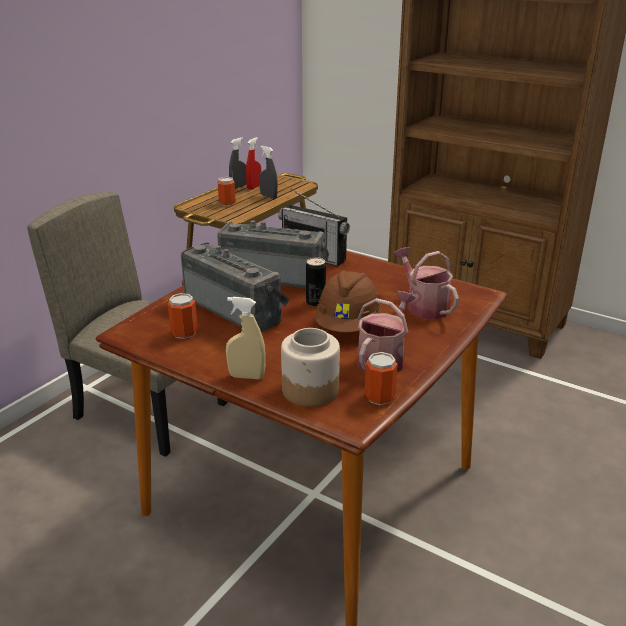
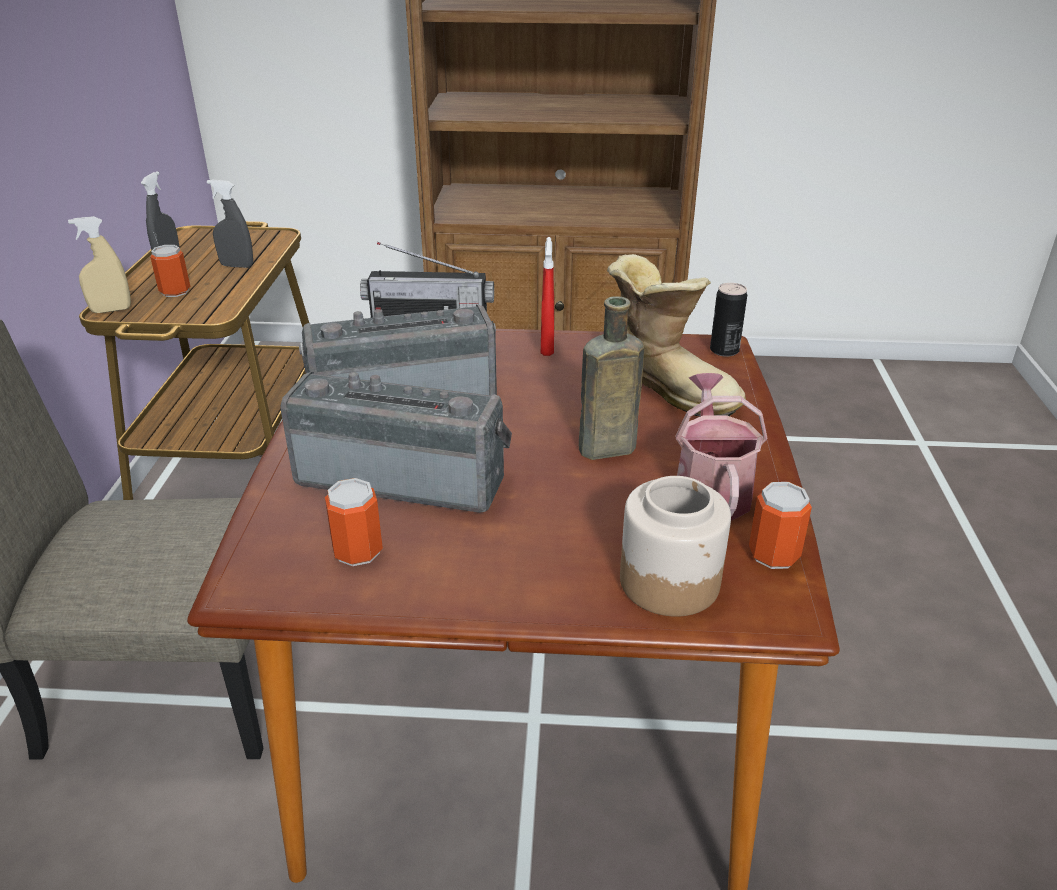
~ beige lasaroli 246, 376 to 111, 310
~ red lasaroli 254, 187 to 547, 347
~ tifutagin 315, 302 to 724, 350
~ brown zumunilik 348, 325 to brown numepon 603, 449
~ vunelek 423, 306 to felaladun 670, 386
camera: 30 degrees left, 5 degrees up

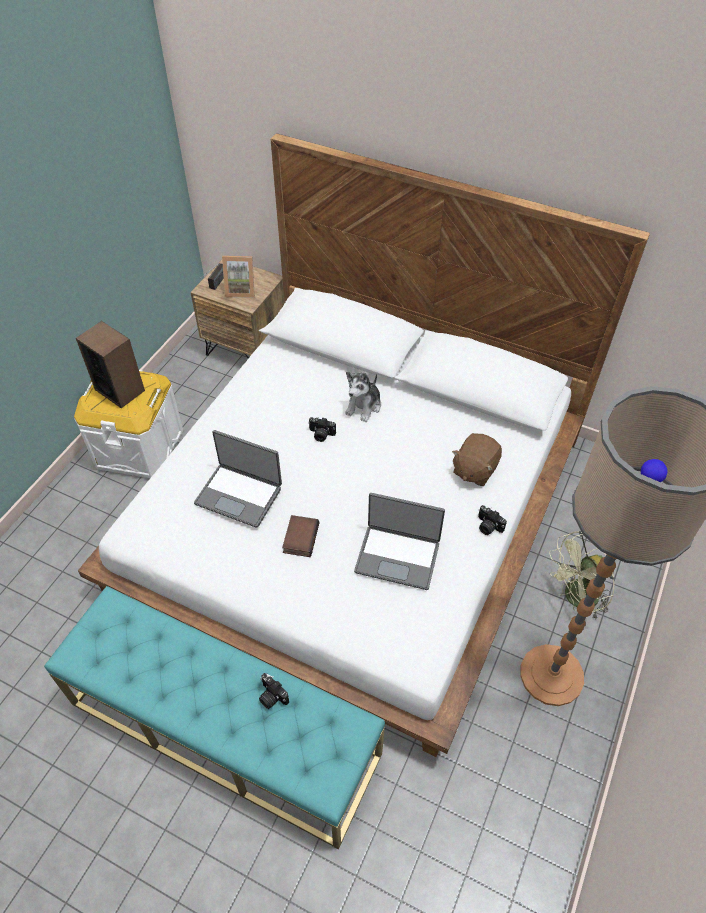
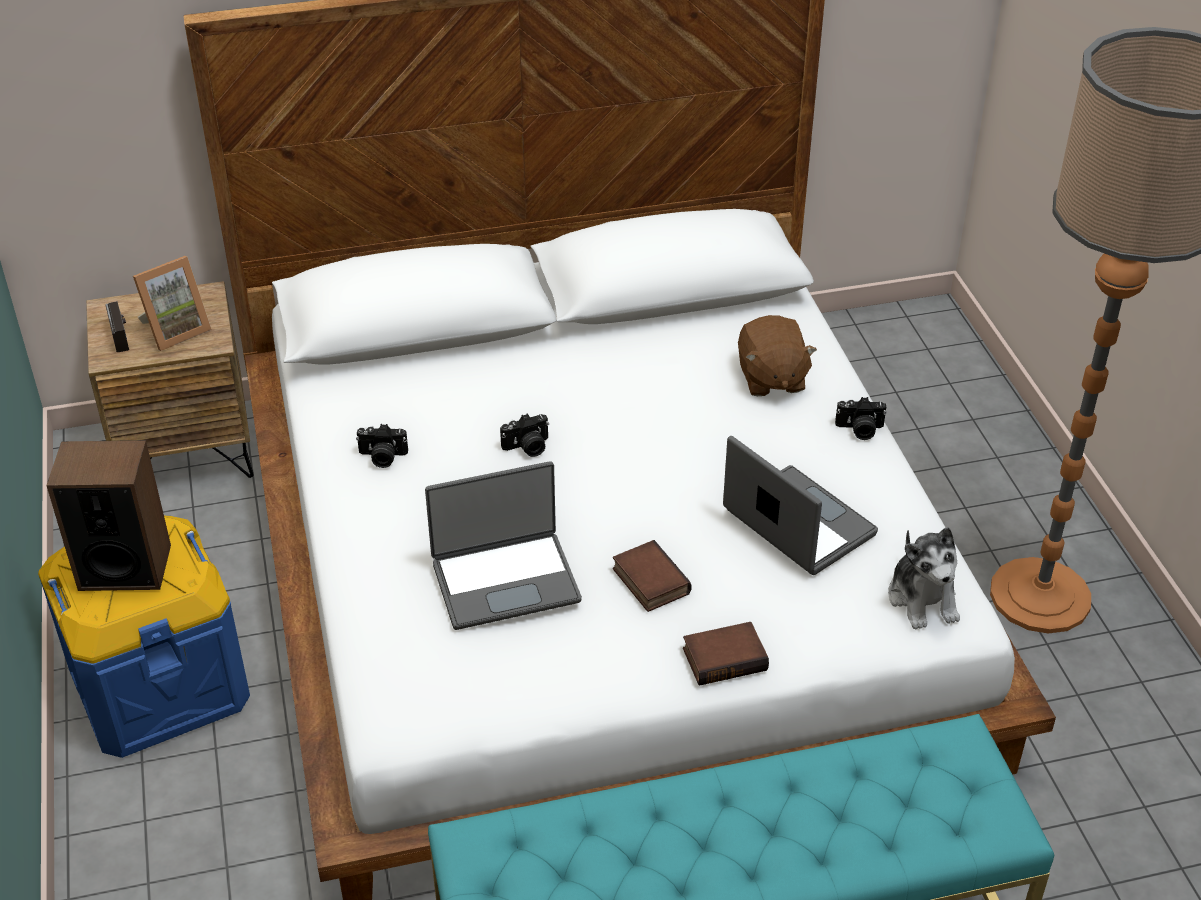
- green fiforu 575, 598
+ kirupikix 725, 657
~ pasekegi 271, 696 to 382, 457
~ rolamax 364, 406 to 923, 599
~ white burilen 139, 446 to blue burilen 159, 684
~ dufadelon 398, 556 = 796, 524 105 degrees counterclockwise
camera: 40 degrees left, 10 degrees down

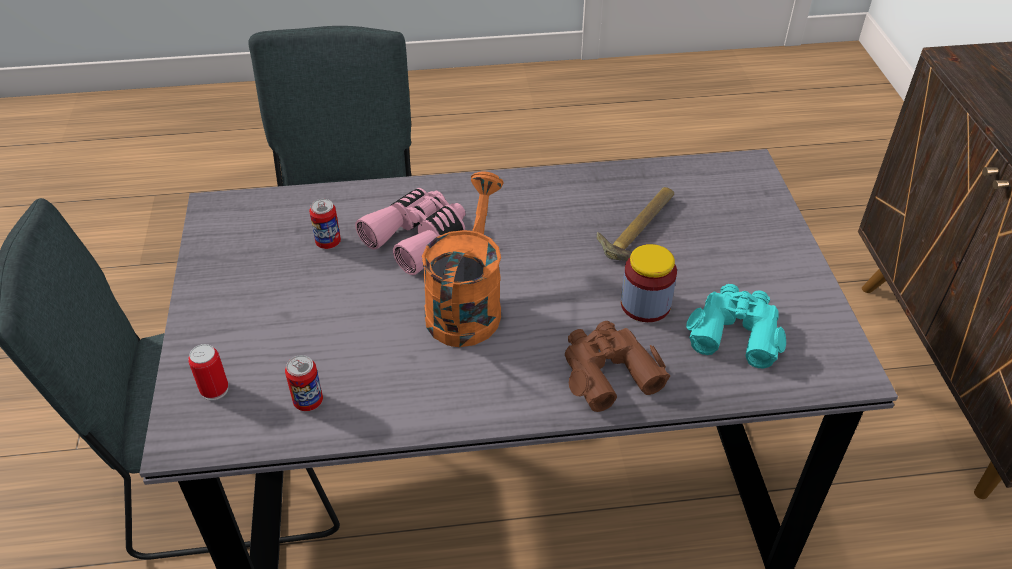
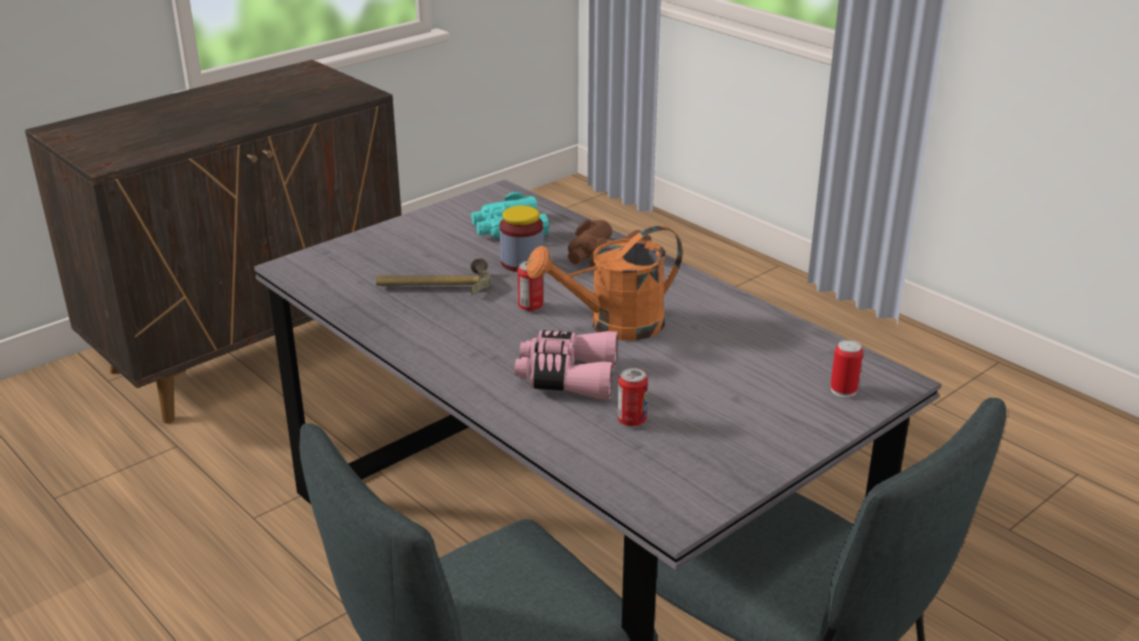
~ tifutagin 308, 401 to 530, 307
camera: 125 degrees left, 15 degrees down

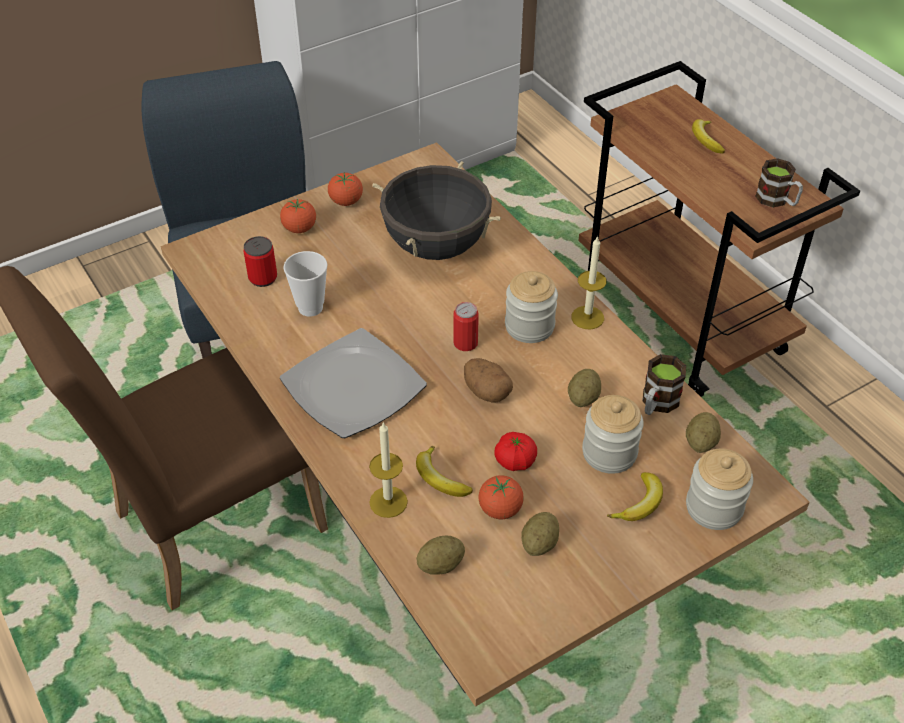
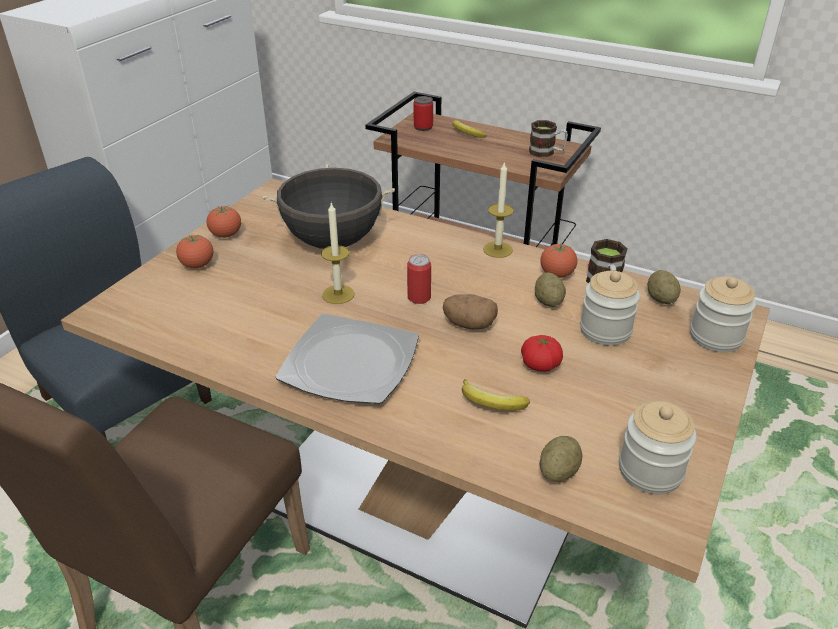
- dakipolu 310, 307
- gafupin 539, 544
- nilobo 640, 503
~ tifutagin 263, 278 to 423, 127
~ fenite 388, 502 to 338, 294
~ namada 500, 509 to 557, 274
~ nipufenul 529, 326 to 650, 471
camera: 30 degrees left, 10 degrees down

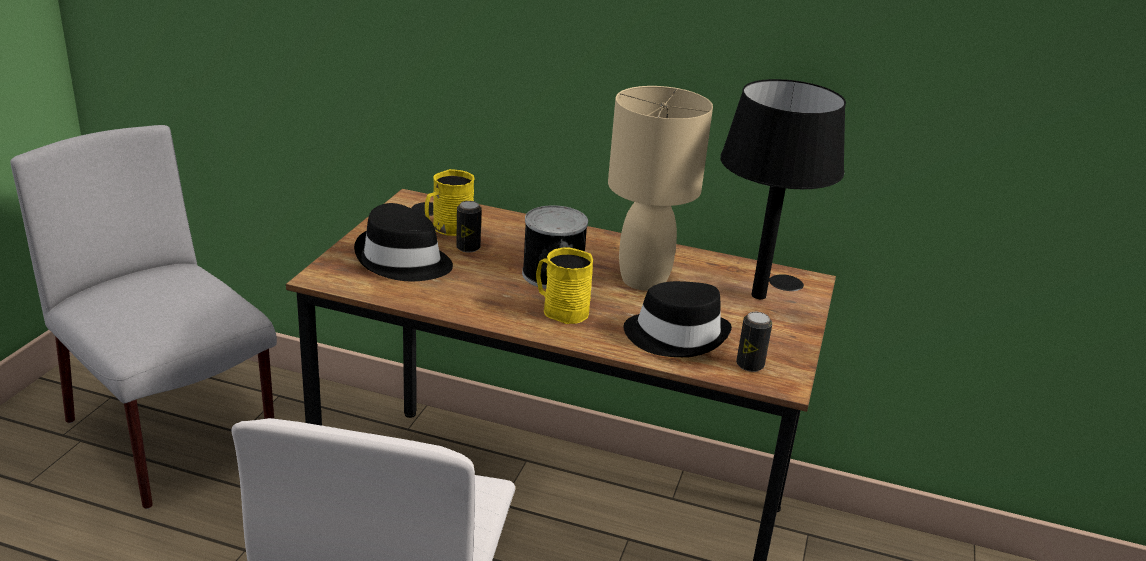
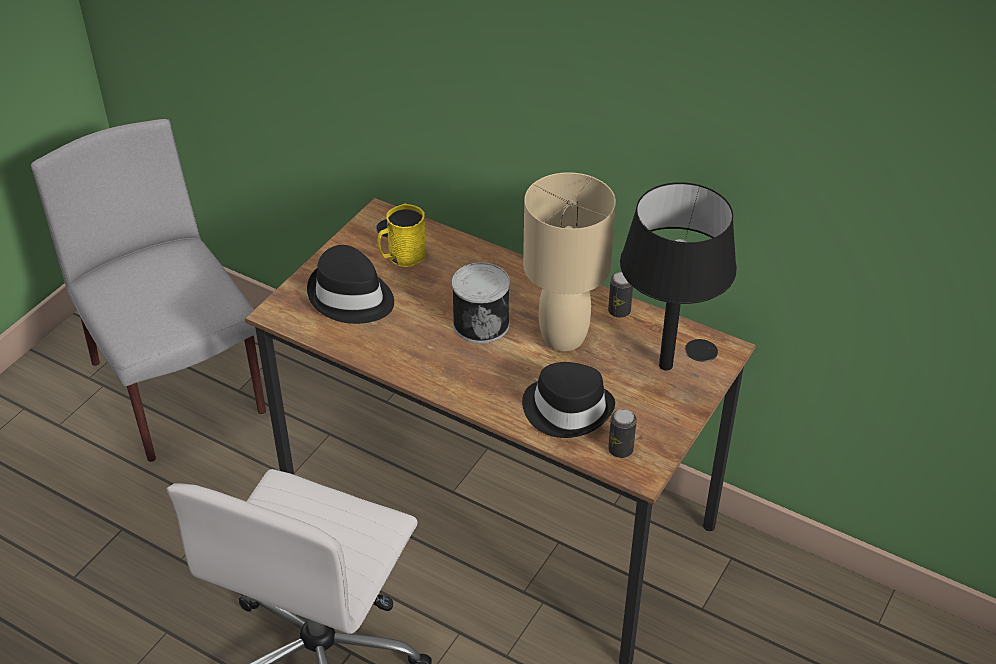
- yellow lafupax 560, 309
~ tifutagin 468, 248 to 619, 311
camera: 15 degrees right, 15 degrees up

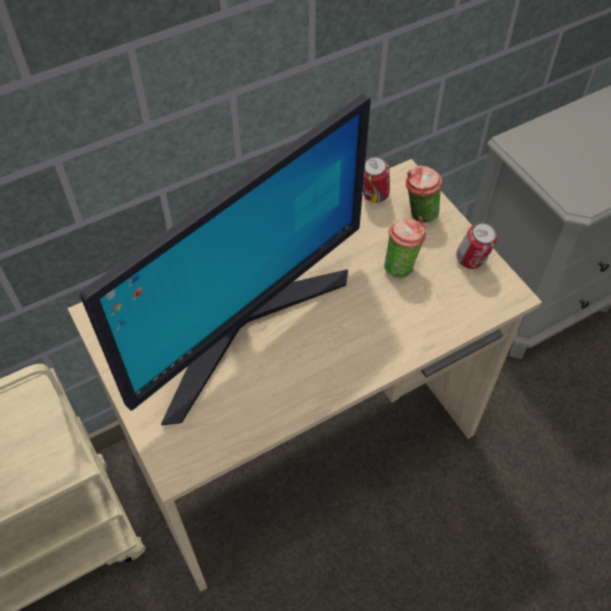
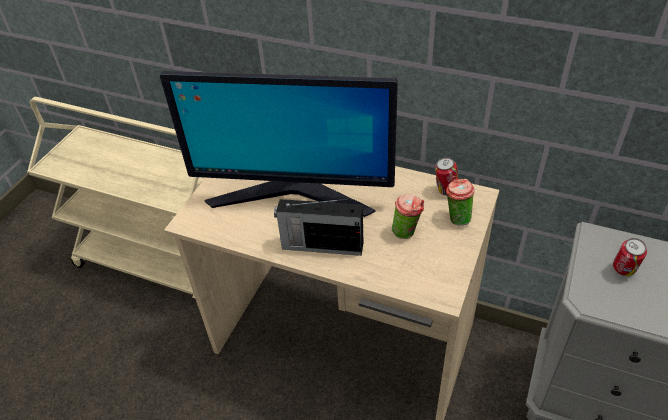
+ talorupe 321, 245
~ tifutagin 471, 262 to 623, 271
camera: 55 degrees right, 10 degrees down

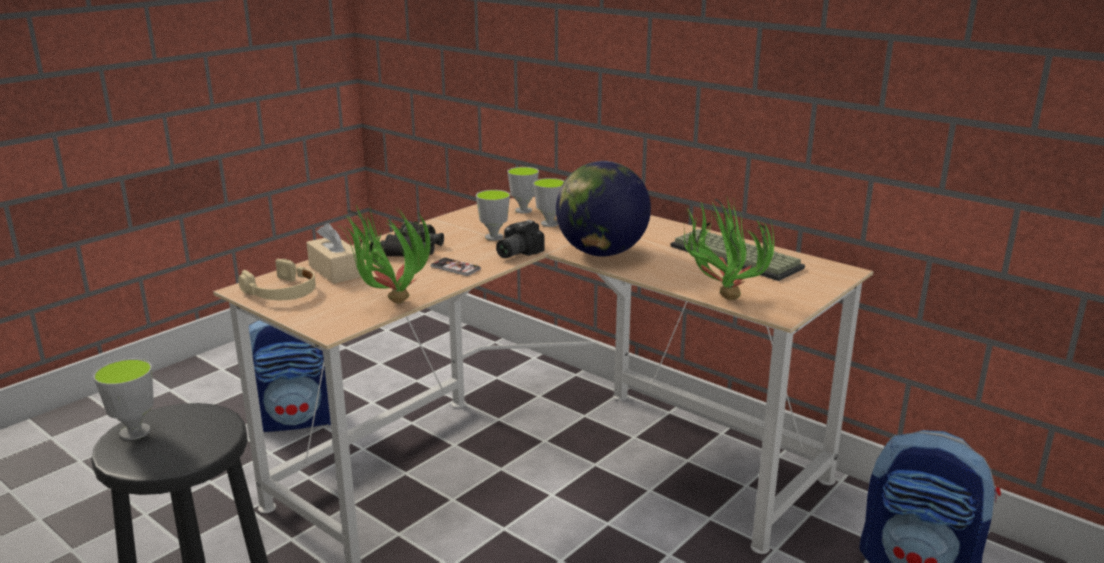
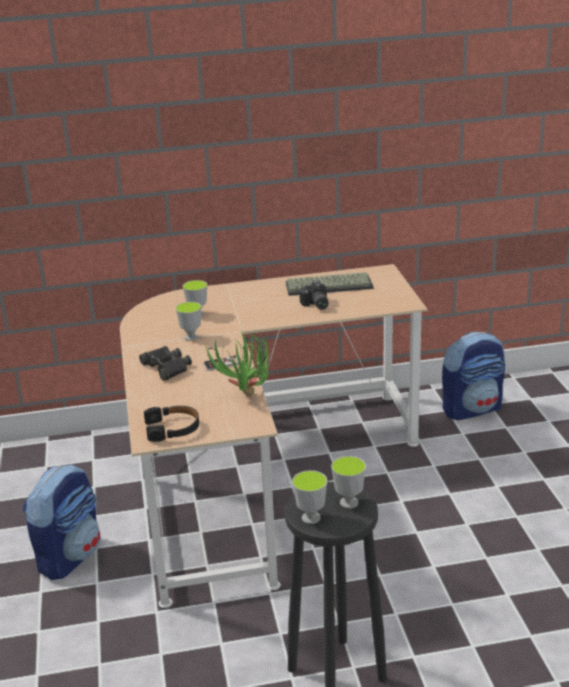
- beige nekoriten 335, 271
- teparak 602, 253
- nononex 718, 297
~ pasekegi 515, 253 to 315, 305
~ dakipolu 523, 210 to 349, 502
~ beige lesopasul 282, 292 to black lesopasul 173, 429
camera: 50 degrees left, 5 degrees up

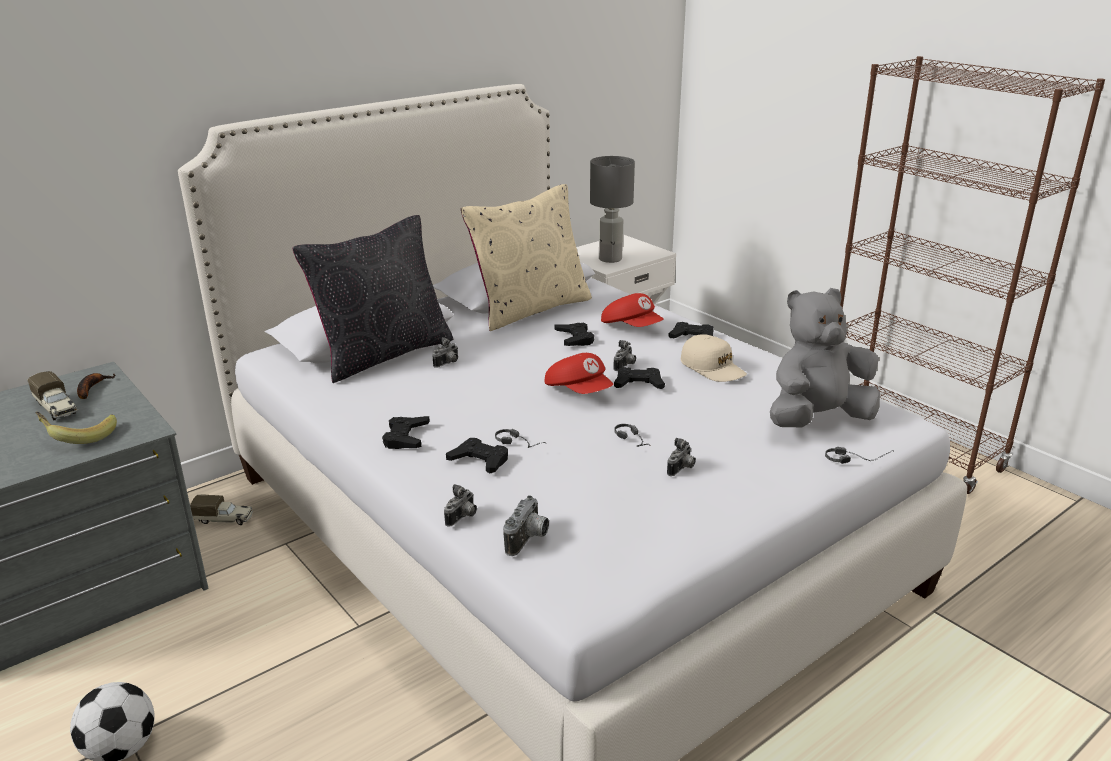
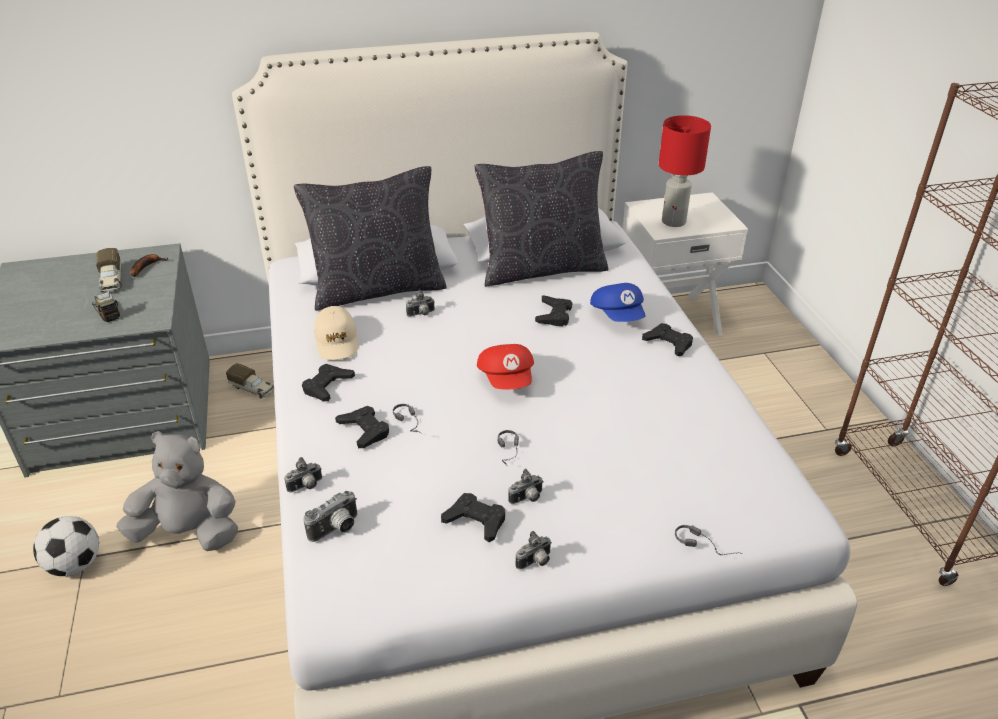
~ pasekegi 625, 366 to 535, 562
~ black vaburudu 638, 384 to 475, 521
~ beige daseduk 712, 368 to 337, 341
~ grey rolamax 817, 419 to 189, 532
~ nilobo 79, 436 to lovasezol 107, 313
~ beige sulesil 530, 309 to black sulesil 541, 269
~ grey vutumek 610, 259 to red vutumek 674, 222
~ red daseduk 632, 327 to blue daseduk 618, 315
camera: 25 degrees right, 10 degrees up

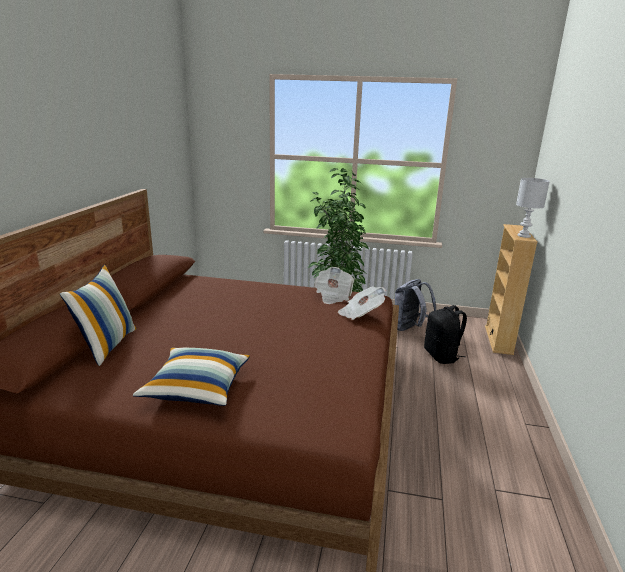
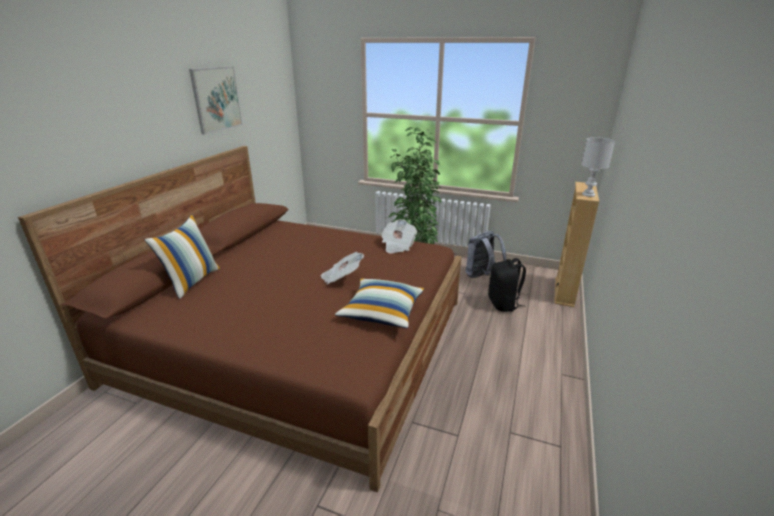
+ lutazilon 216, 99
~ sulesil 196, 388 to 382, 312
~ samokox 360, 314 to 341, 278
camera: 10 degrees right, 5 degrees up

